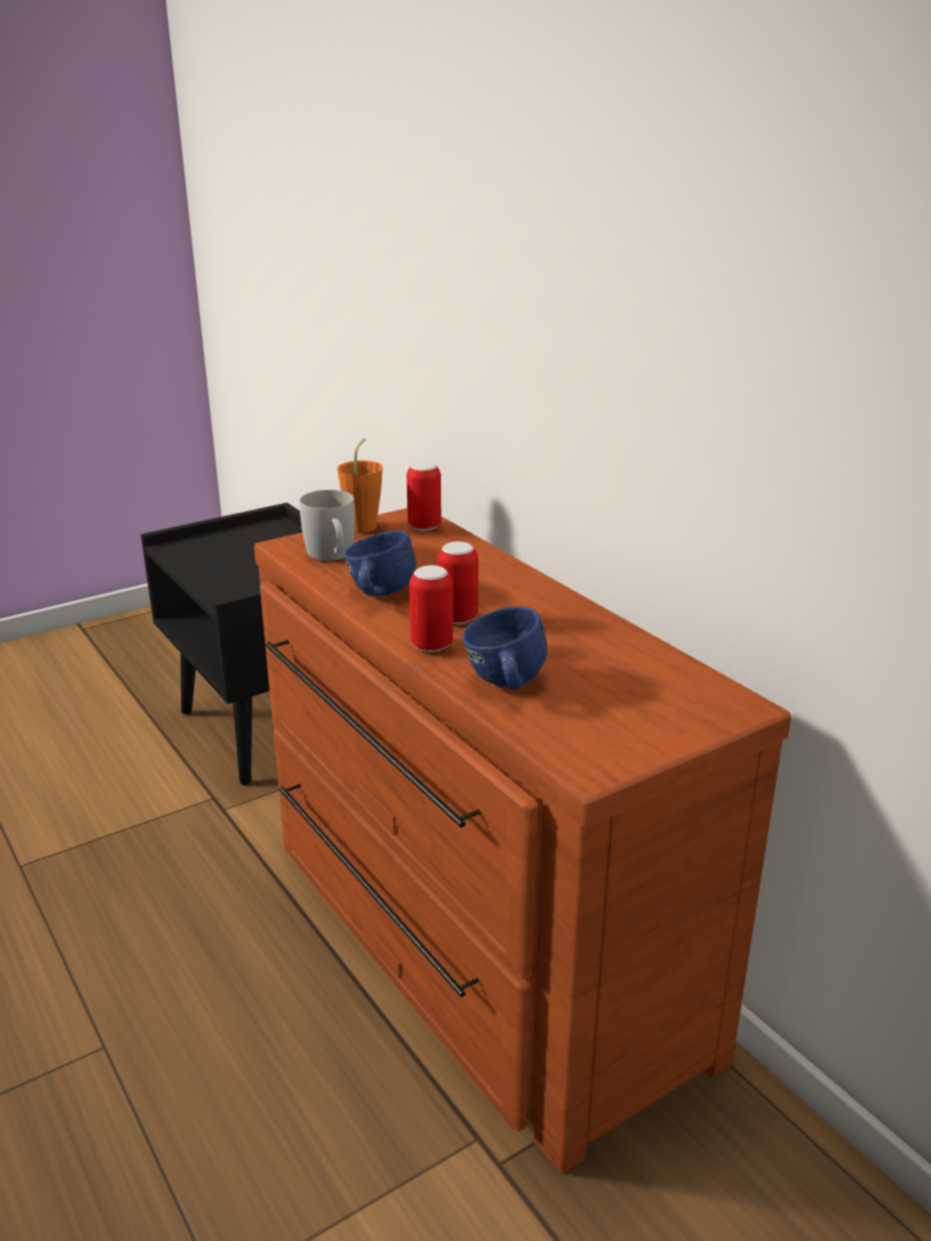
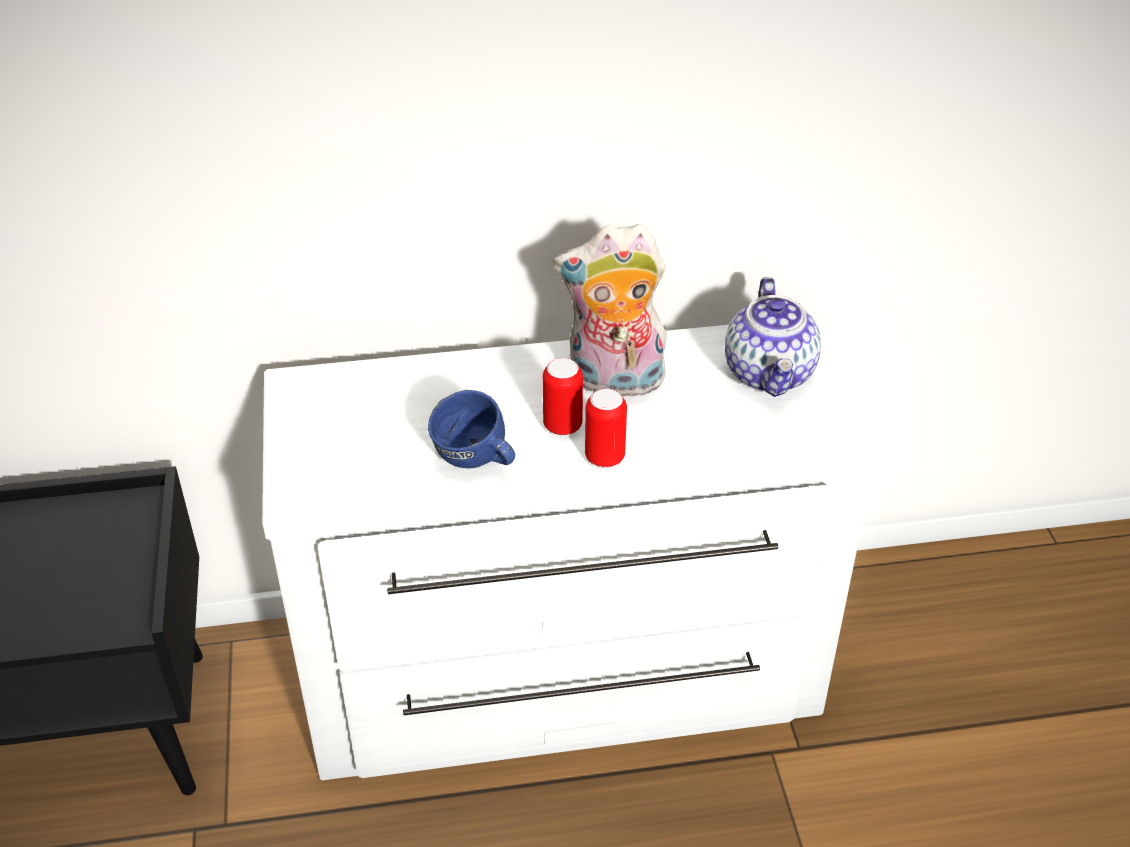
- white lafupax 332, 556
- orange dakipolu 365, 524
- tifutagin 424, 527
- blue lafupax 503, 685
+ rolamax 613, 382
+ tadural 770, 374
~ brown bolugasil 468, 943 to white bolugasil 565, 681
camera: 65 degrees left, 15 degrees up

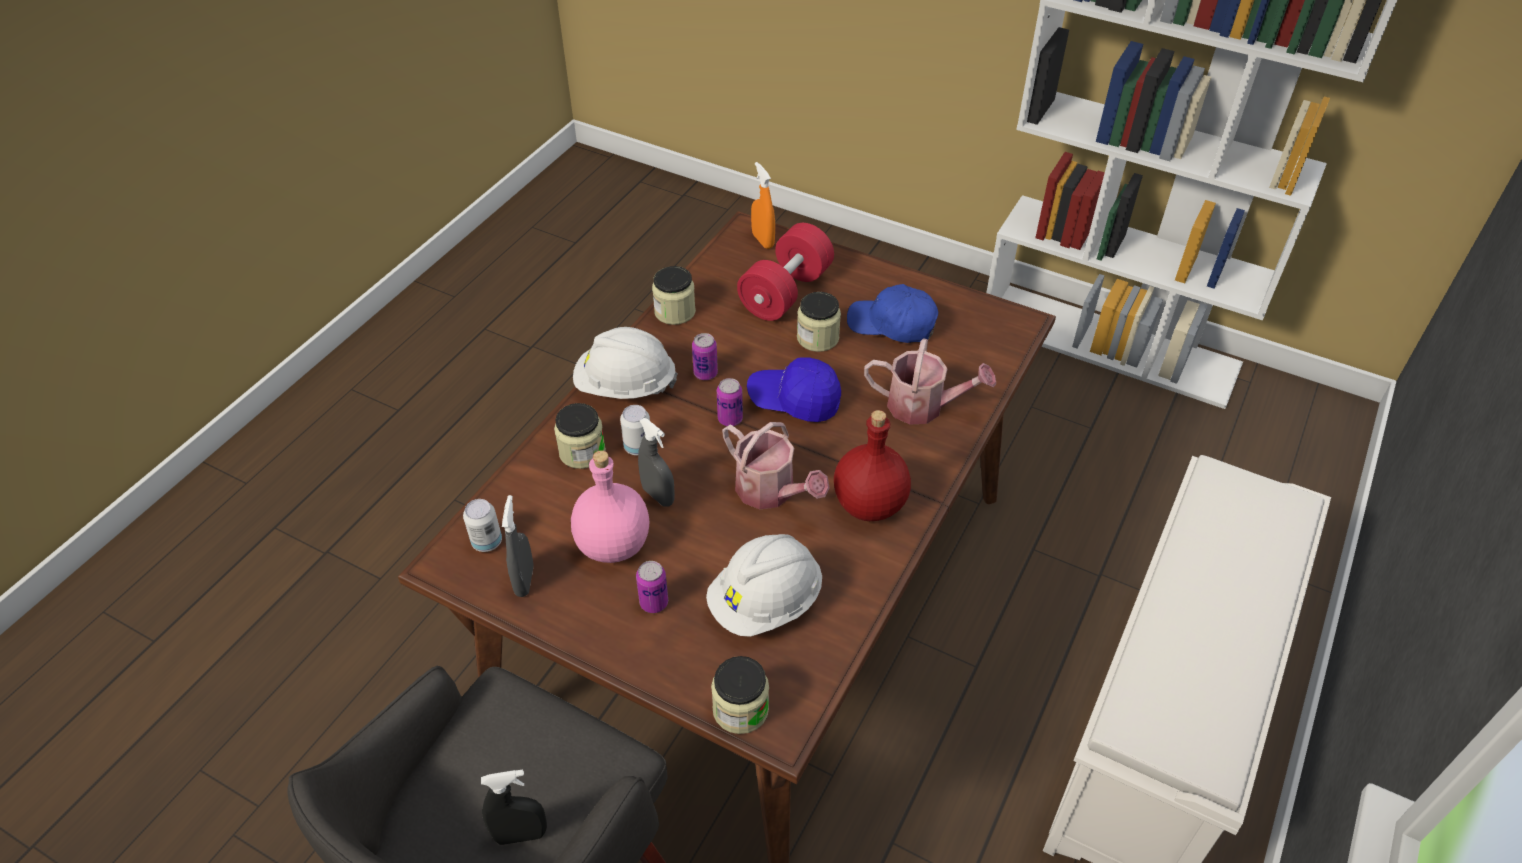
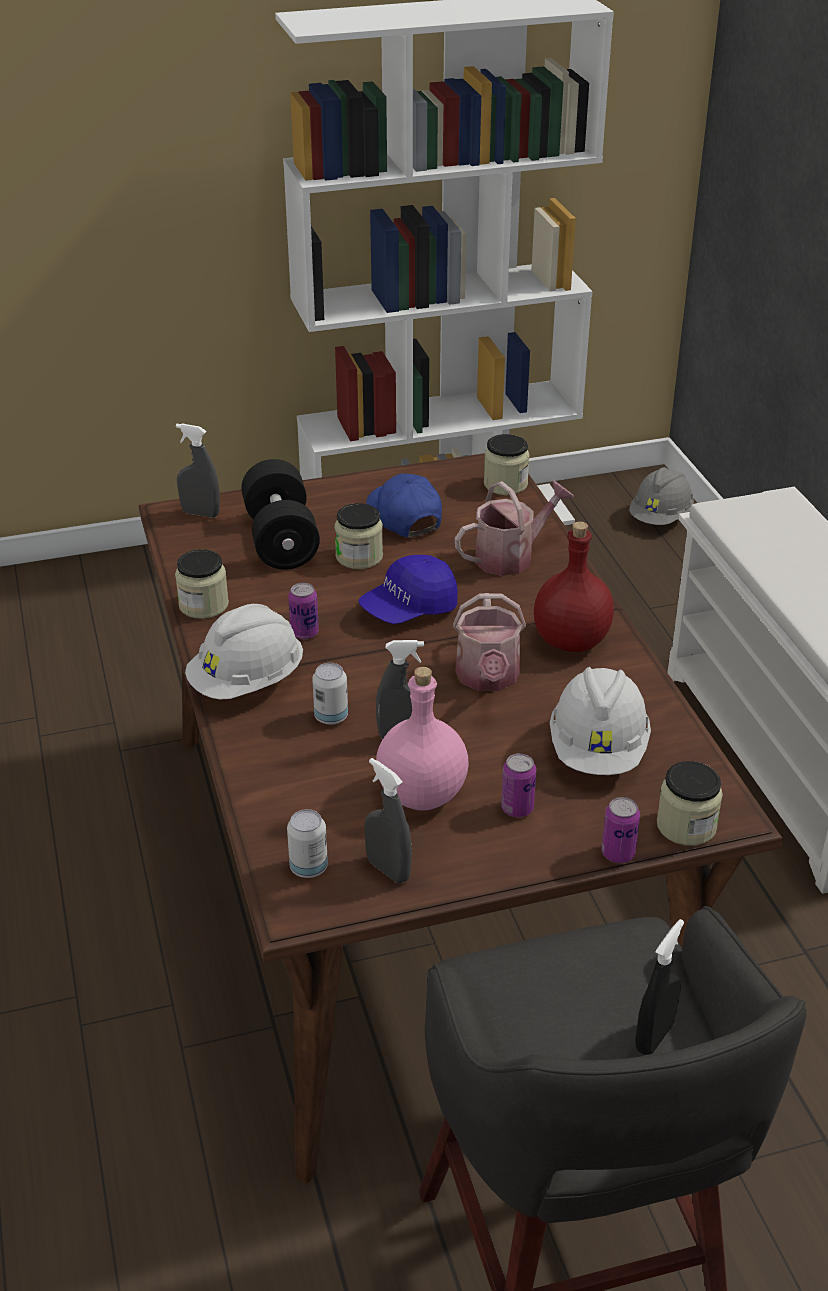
+ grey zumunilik 660, 517
~ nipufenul 582, 452 to 505, 484
~ tifutagin 730, 419 to 618, 853
~ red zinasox 785, 292 to black zinasox 281, 539
~ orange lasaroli 763, 240 to grey lasaroli 200, 513
~ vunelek 771, 492 = 488, 678 90 degrees clockwise
~ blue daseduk 892, 324 = 404, 516 90 degrees clockwise
camera: 45 degrees left, 10 degrees down

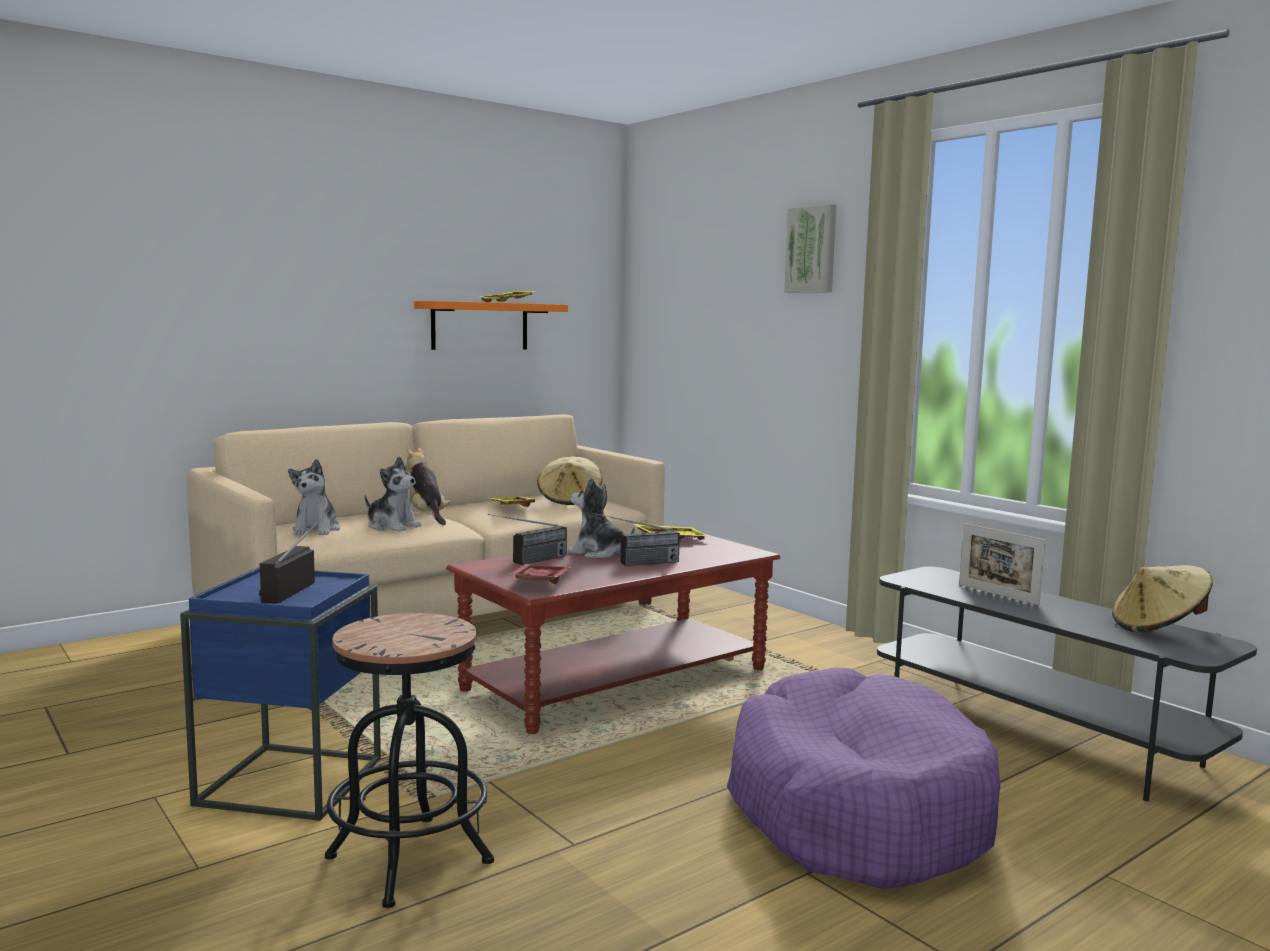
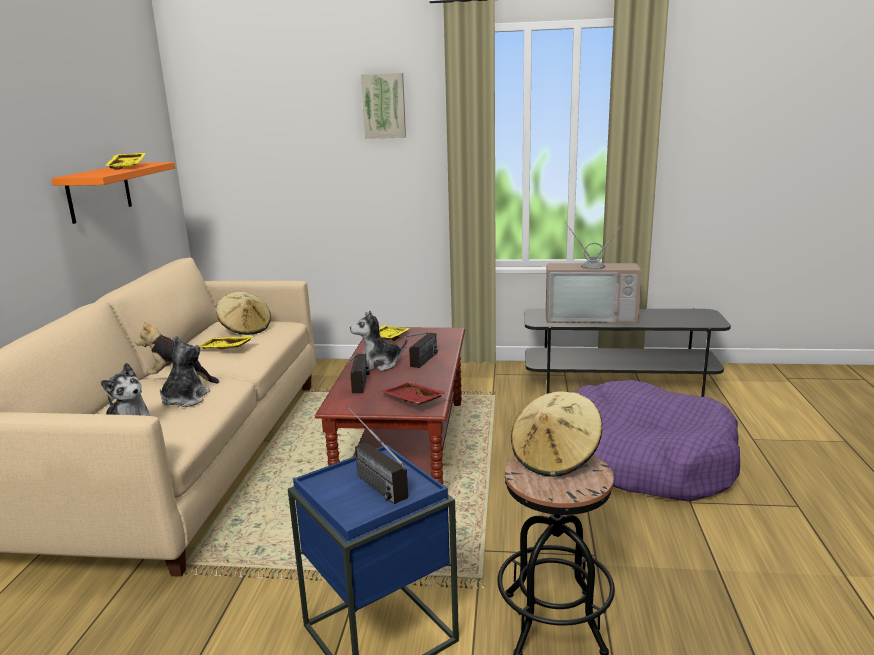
~ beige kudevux 1158, 628 to 555, 458
~ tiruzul 997, 594 to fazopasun 590, 316
~ rolamax 392, 526 = 184, 399 60 degrees counterclockwise
camera: 45 degrees left, 10 degrees up

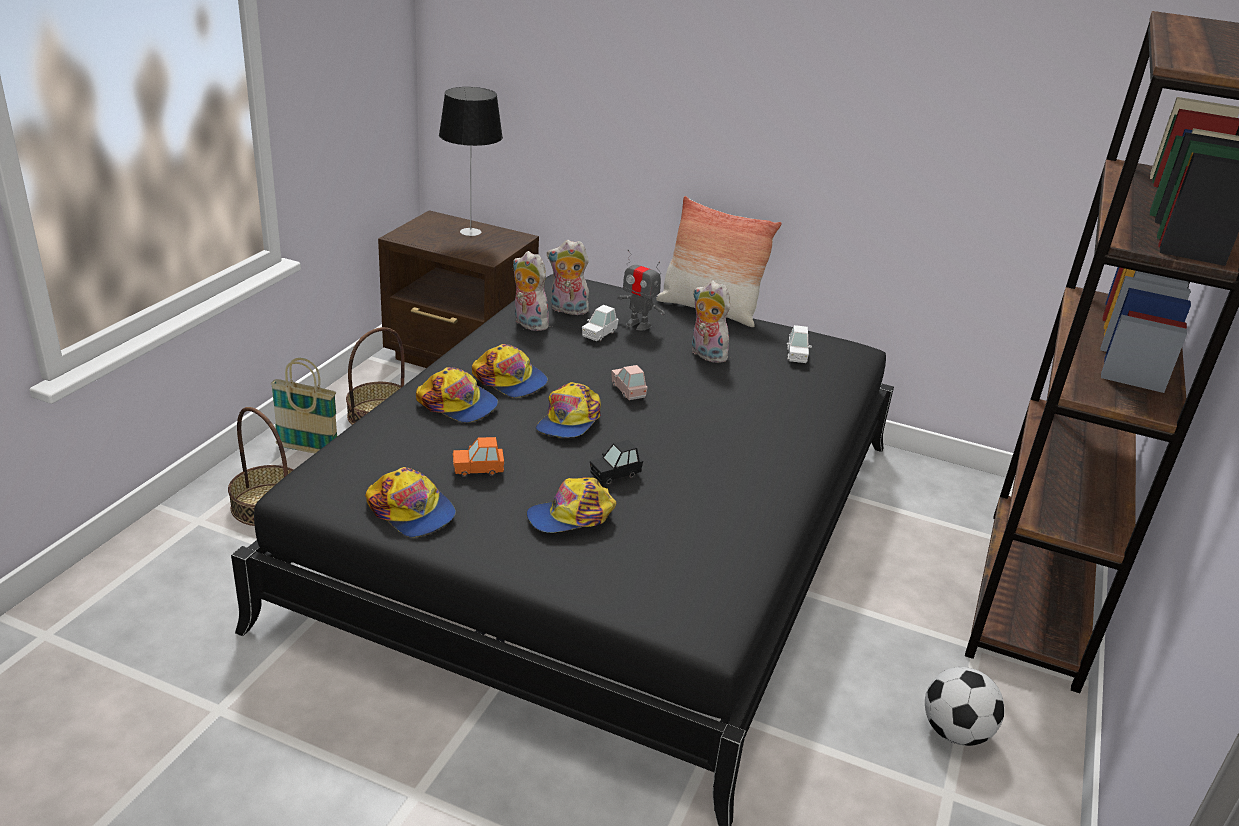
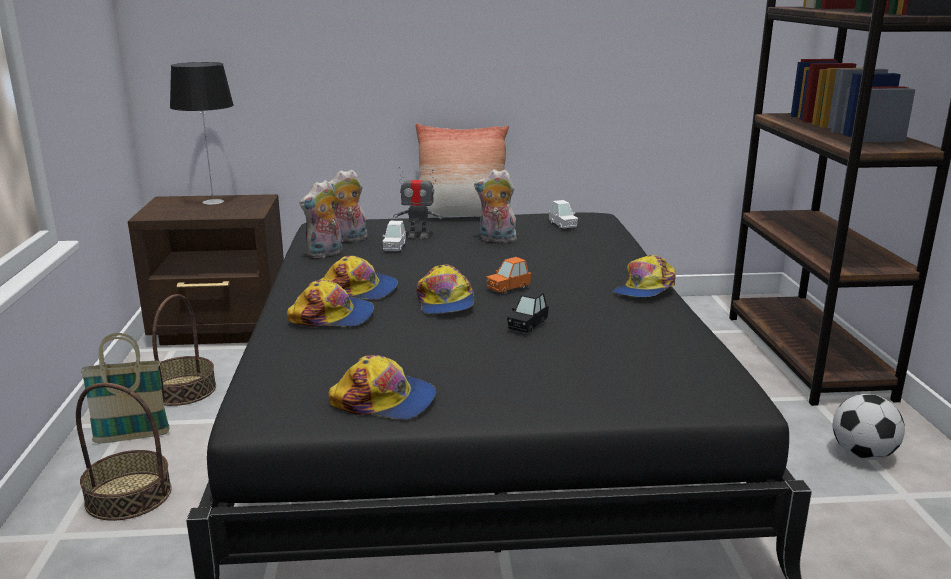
- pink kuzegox 628, 390
~ orange kuzegox 478, 469 to 508, 288
~ daseduk 571, 517 to 644, 289
~ rolamax 528, 324 = 325, 254 60 degrees counterclockwise
camera: 25 degrees left, 10 degrees down

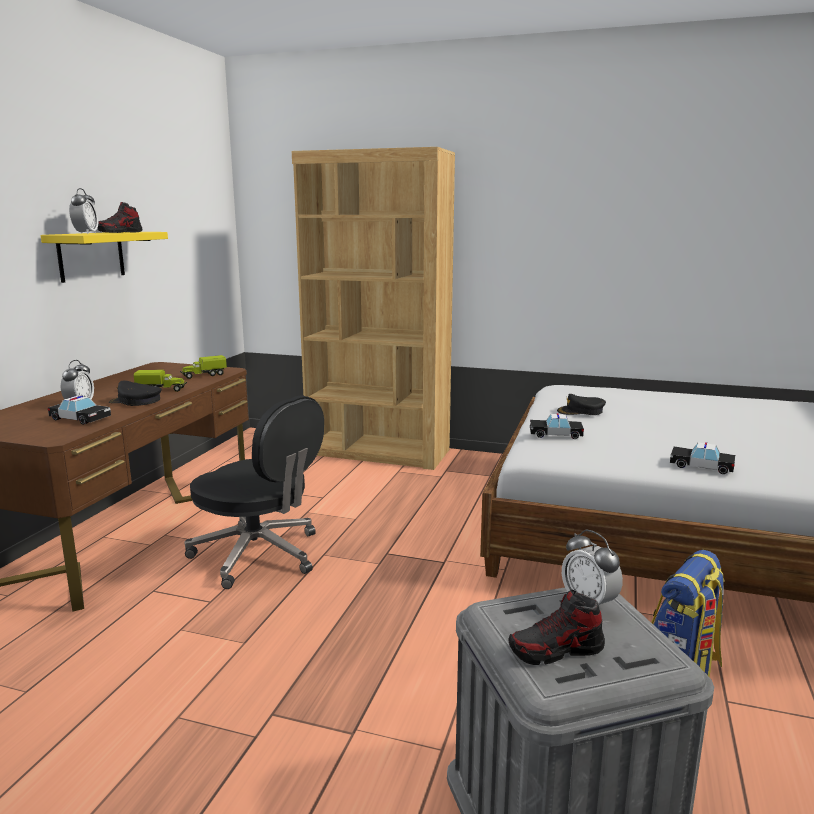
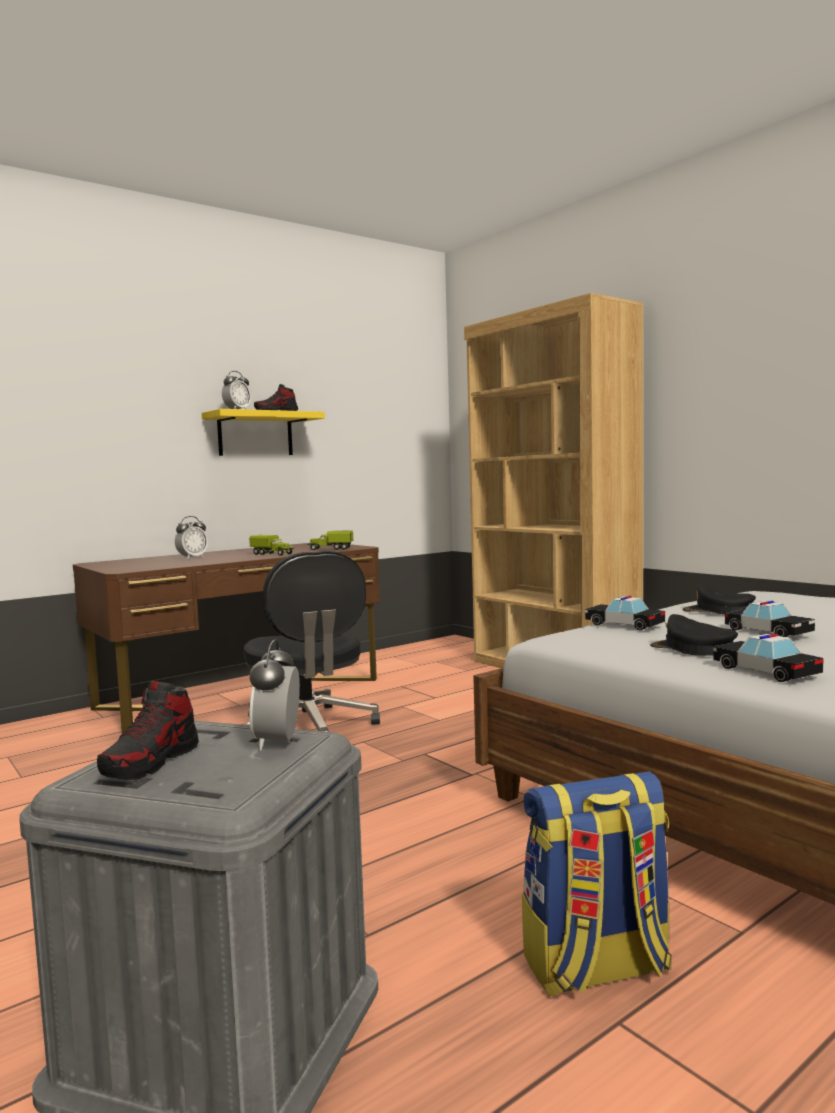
~ kuzegox 80, 419 to 768, 631
~ black daseduk 135, 401 to 692, 649
~ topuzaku 556, 650 = 151, 762 90 degrees counterclockwise
camera: 35 degrees right, 10 degrees down

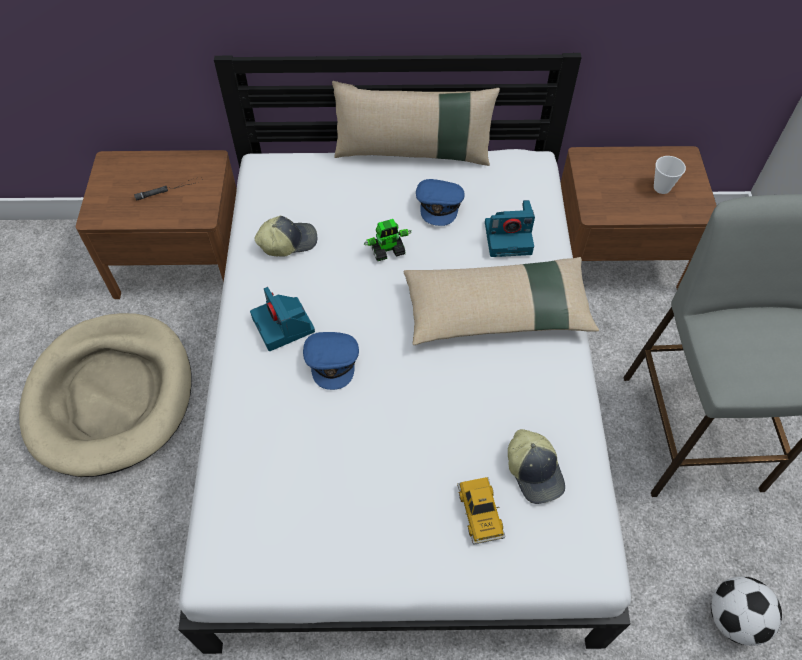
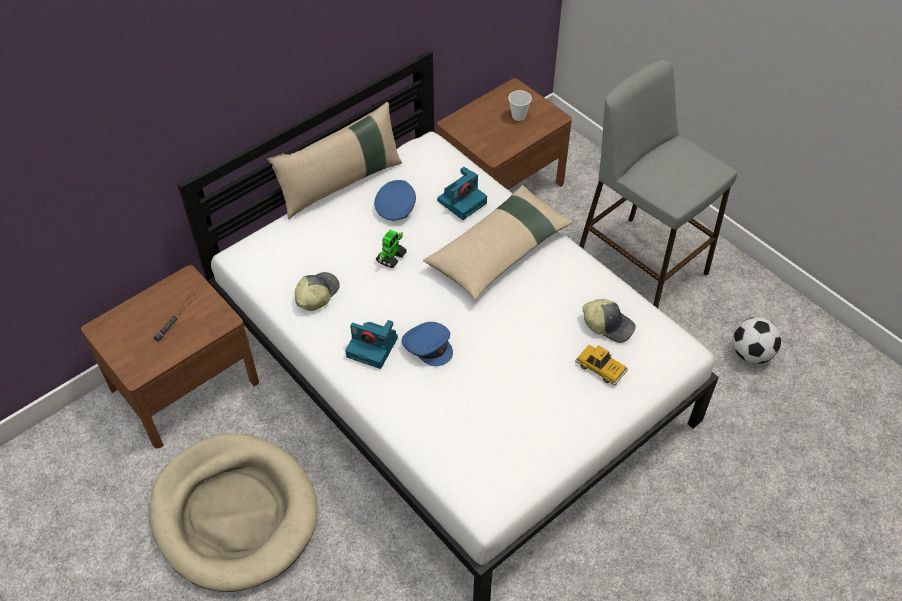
~ blue daseduk 439, 204 = 396, 207 120 degrees counterclockwise
camera: 40 degrees left, 5 degrees down

